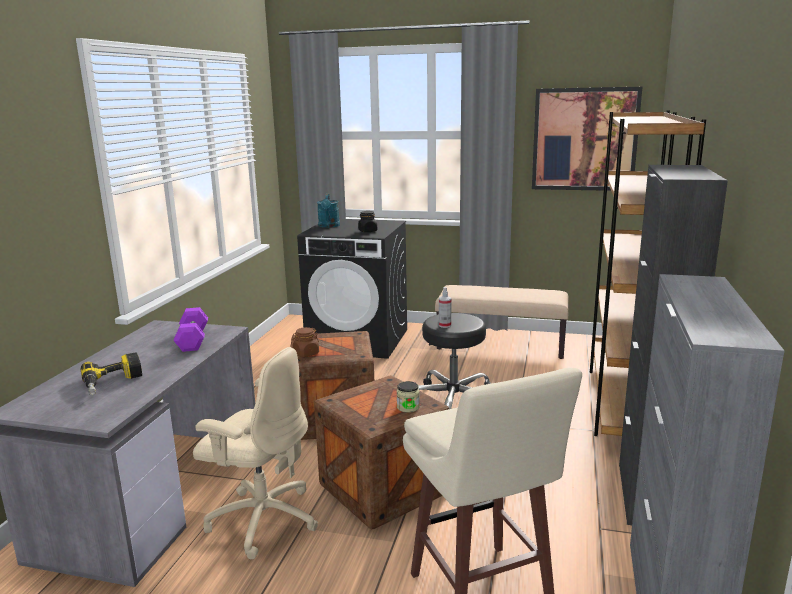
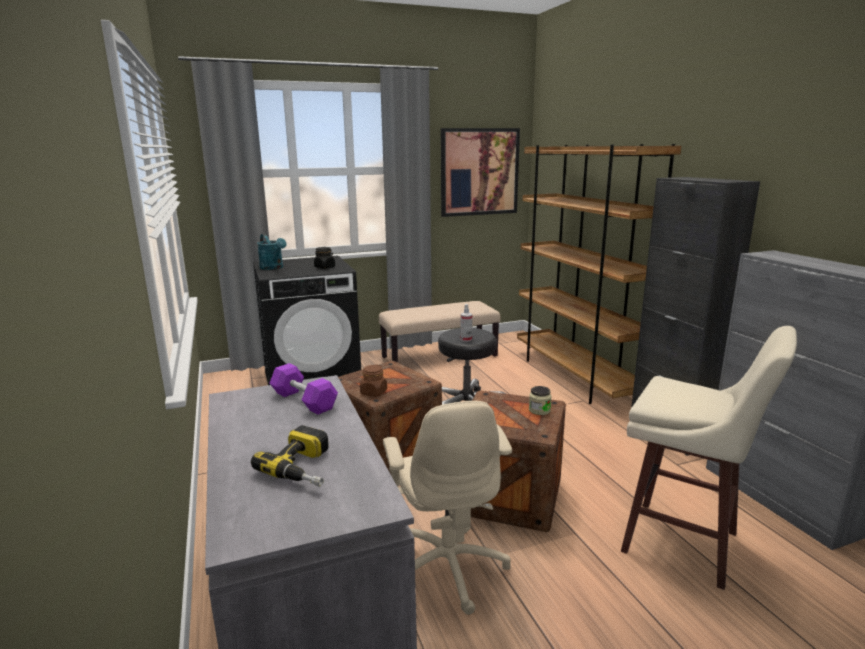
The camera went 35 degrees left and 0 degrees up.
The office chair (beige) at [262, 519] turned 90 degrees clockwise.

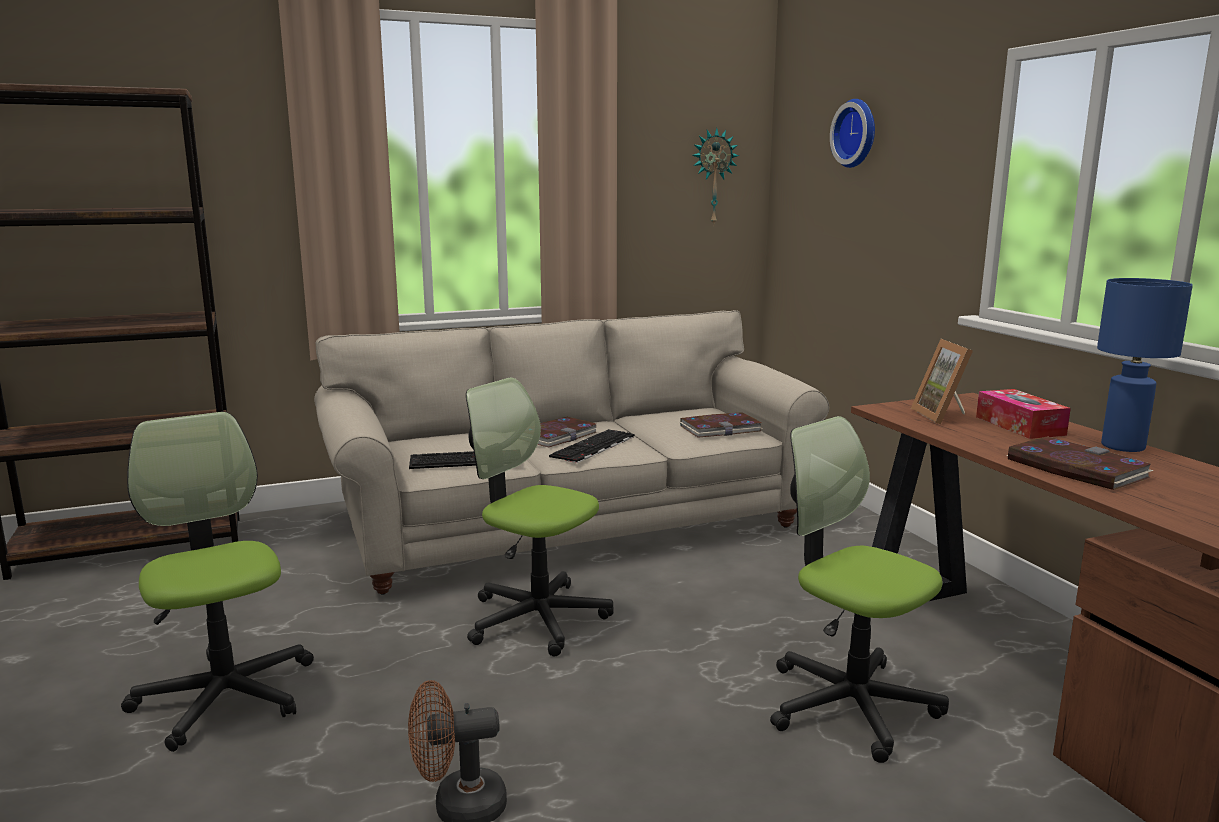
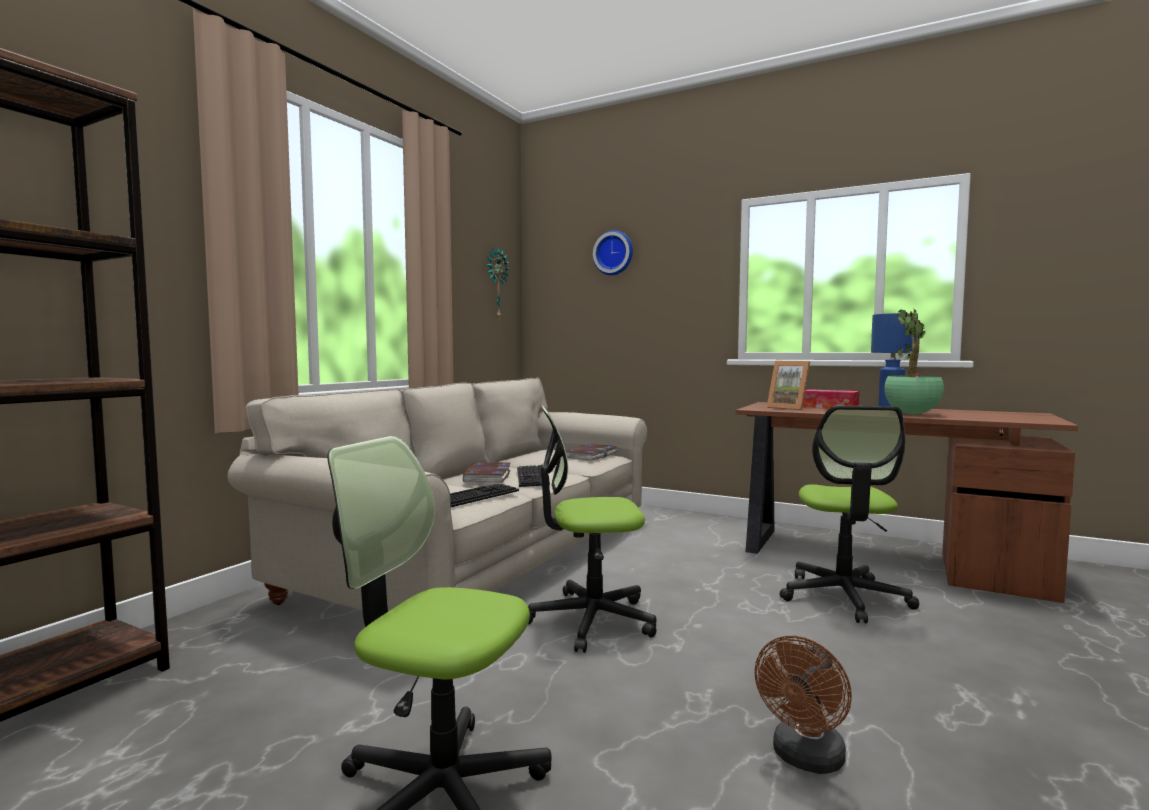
The camera went 40 degrees left and 10 degrees down.
The book at [1075, 469] was replaced by the potted plant at [912, 414].
The office chair at [850, 705] turned 90 degrees counterclockwise.

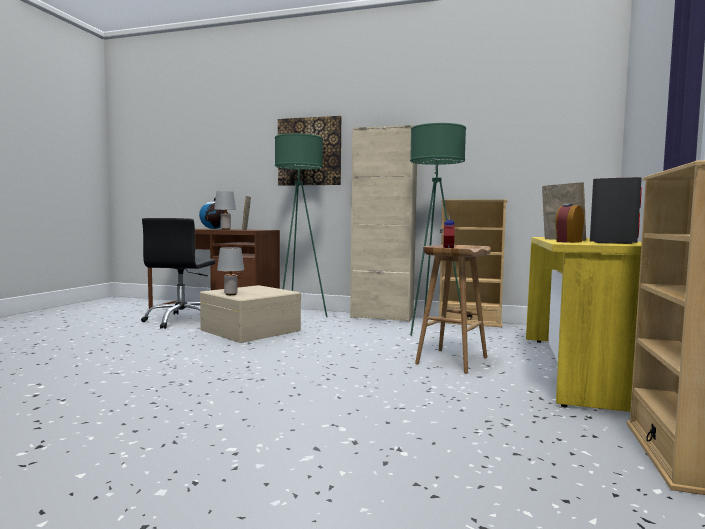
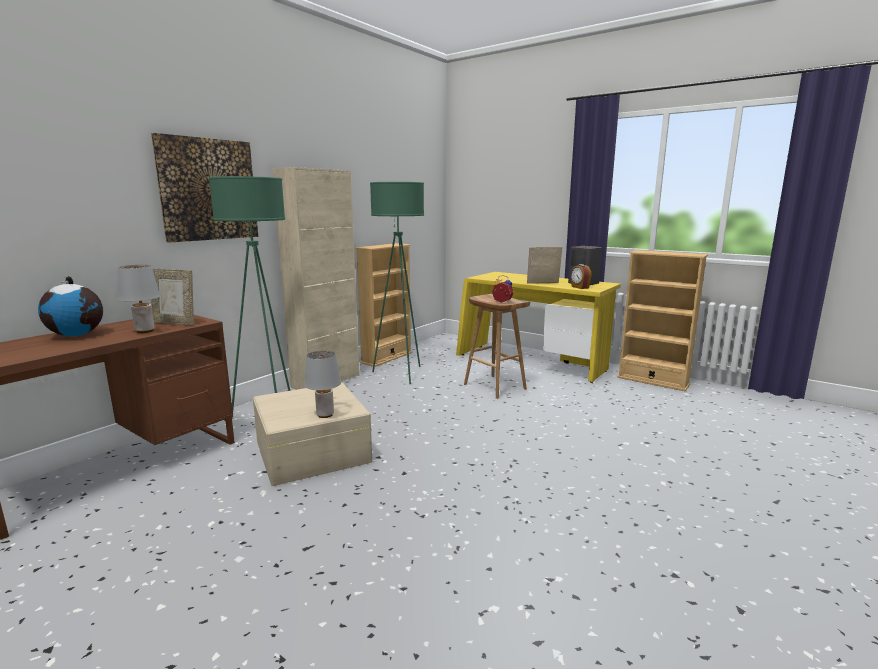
The camera went 70 degrees left and 10 degrees up.
The office chair (black) at [181, 321] disappeared.

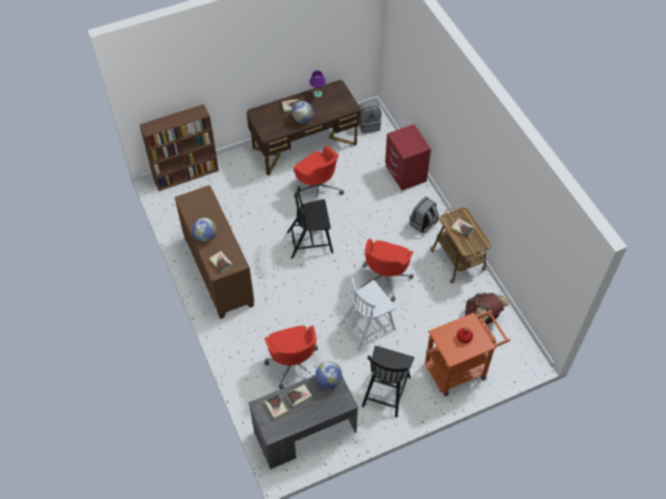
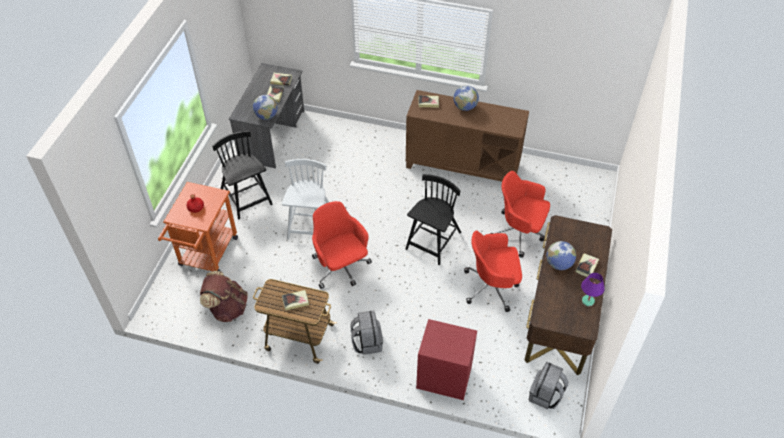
The camera went 130 degrees right and 5 degrees down.
The bookcase (brown) at [186, 174] disappeared.
The office chair (red) moved from [293, 364] to [519, 233].

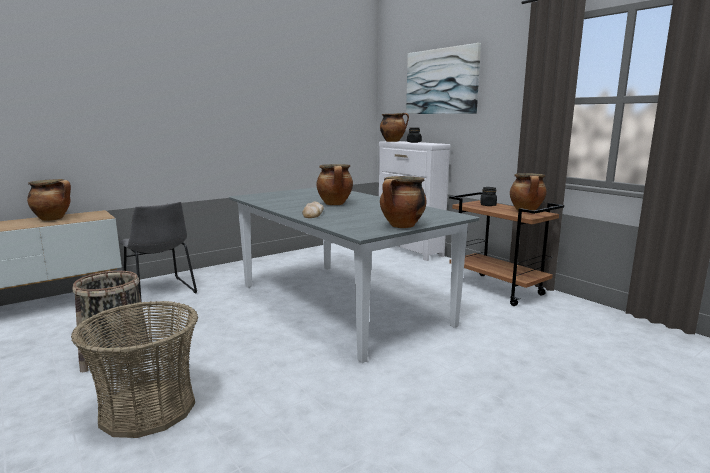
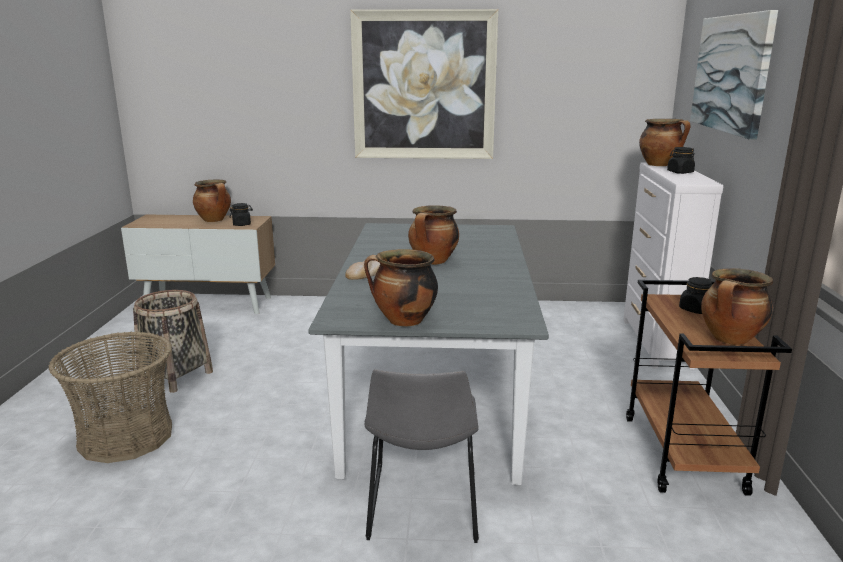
The camera went 40 degrees right and 5 degrees up.
The jar (black) at [242, 224] appeared.
The picture at [424, 86] appeared.
The chair (grey) moved from [160, 292] to [423, 507].

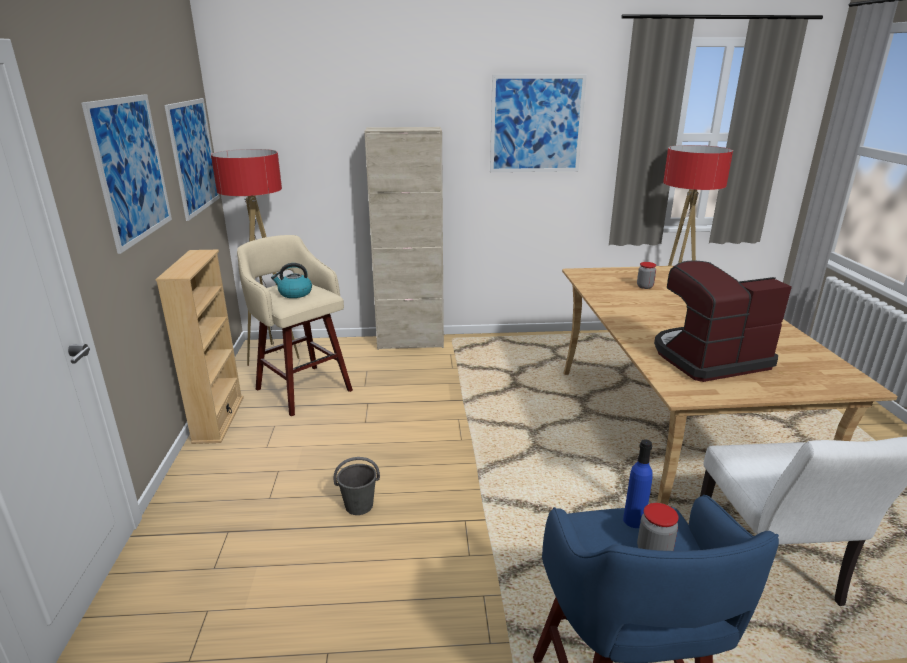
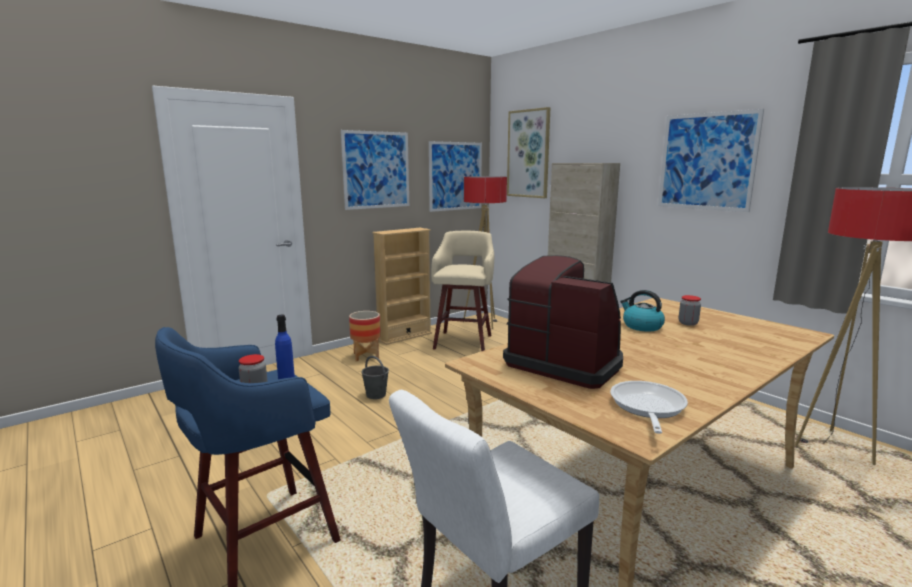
The camera went 55 degrees right and 10 degrees down.
The planter at [366, 356] appeared.
The picture at [528, 154] appeared.
The frying pan at [647, 407] appeared.
The kettle moved from [294, 293] to [641, 326].

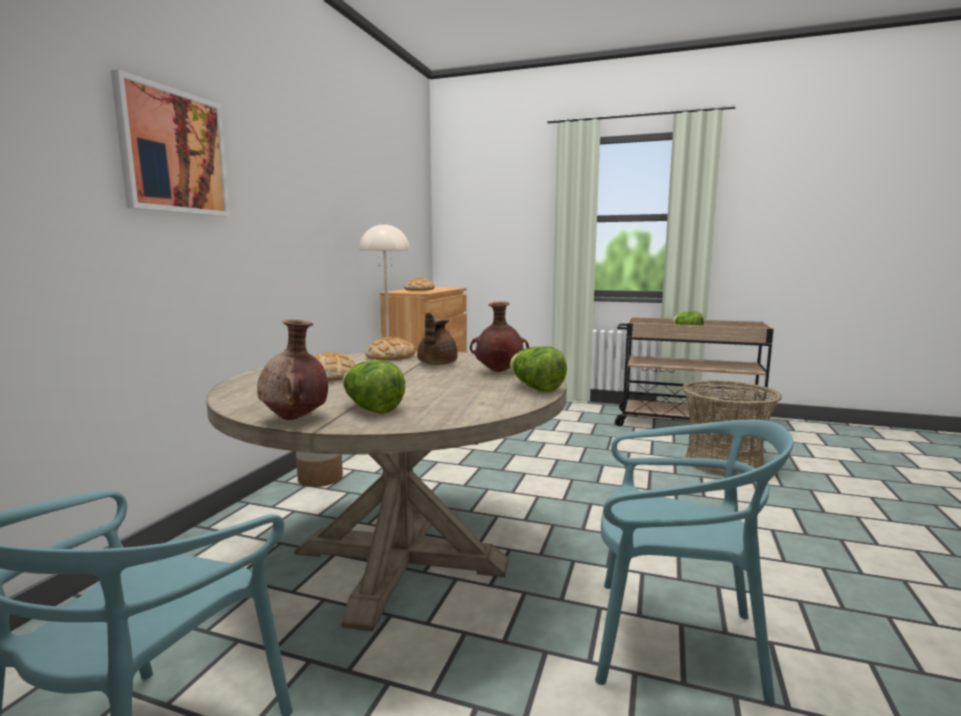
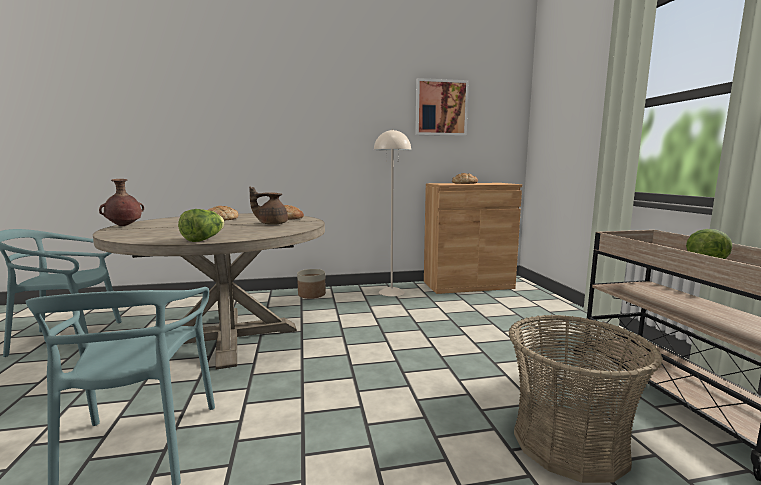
The camera went 60 degrees right and 0 degrees up.
The lettuce at [372, 409] disappeared.
The vase (brown) at [498, 372] disappeared.
The picture moved from [174, 152] to [441, 108].

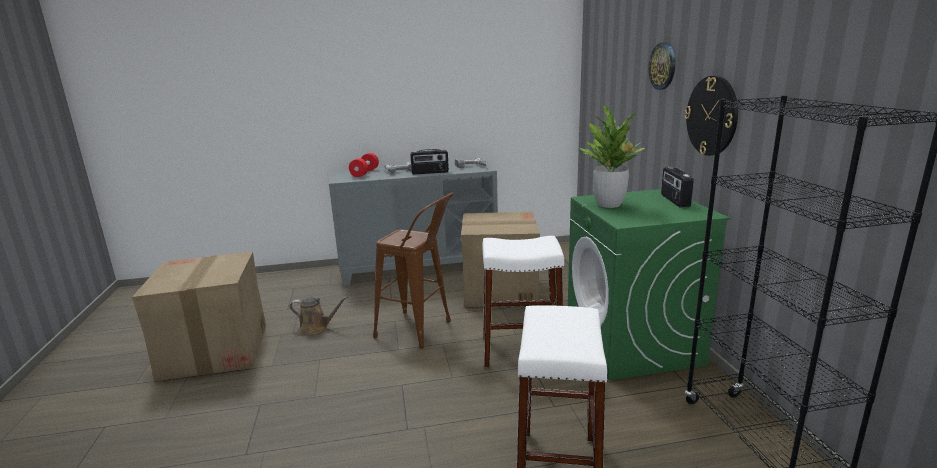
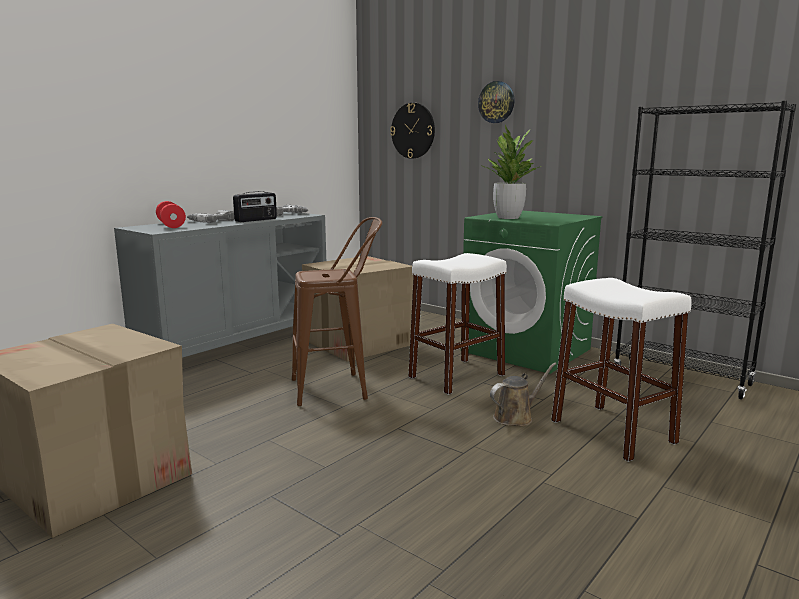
The camera went 40 degrees left and 5 degrees down.
The radio at [674, 201] disappeared.
The watering can (brown) moved from [316, 327] to [516, 417].
The wall clock moved from [712, 116] to [413, 130].

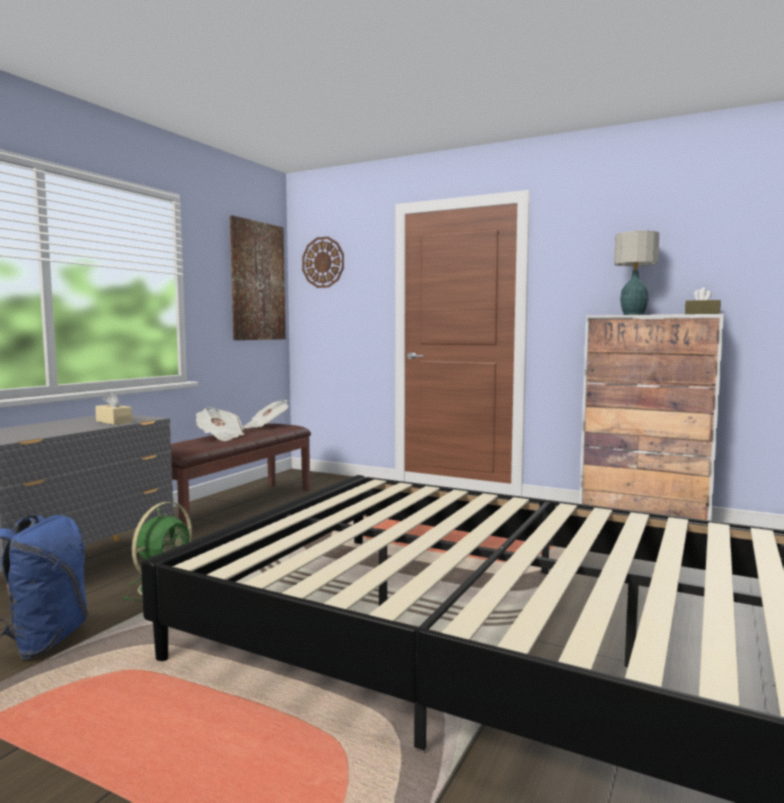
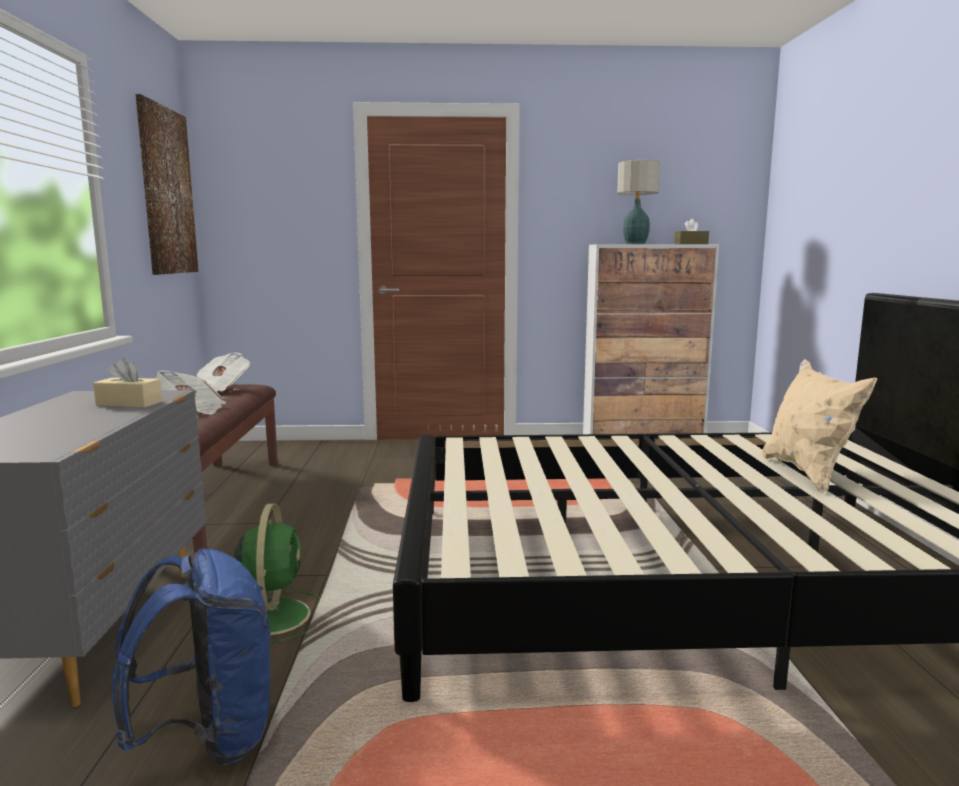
The camera went 30 degrees left and 5 degrees up.
The wall clock at [323, 262] disappeared.
The pillow (beige) at [807, 474] appeared.

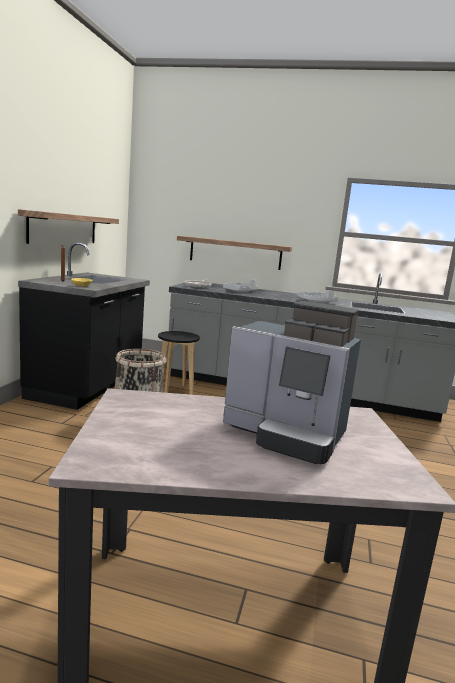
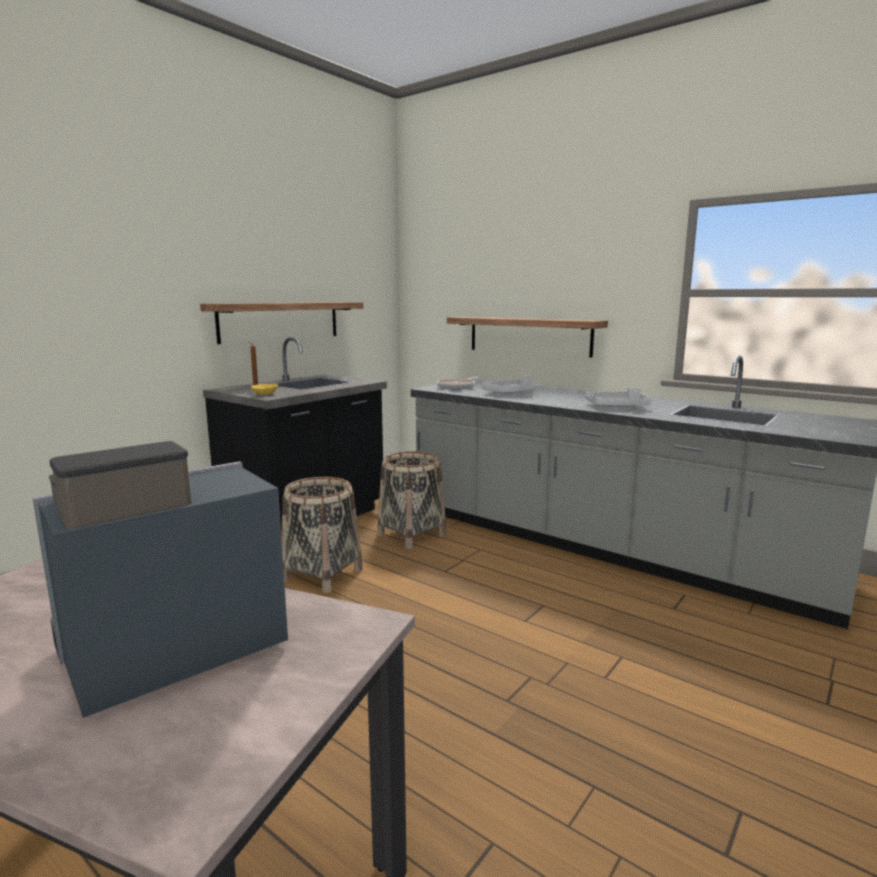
The camera went 25 degrees right and 0 degrees up.
The stool (black) at [175, 391] was replaced by the basket at [412, 535].
The coffee machine at [287, 435] turned 90 degrees clockwise.

